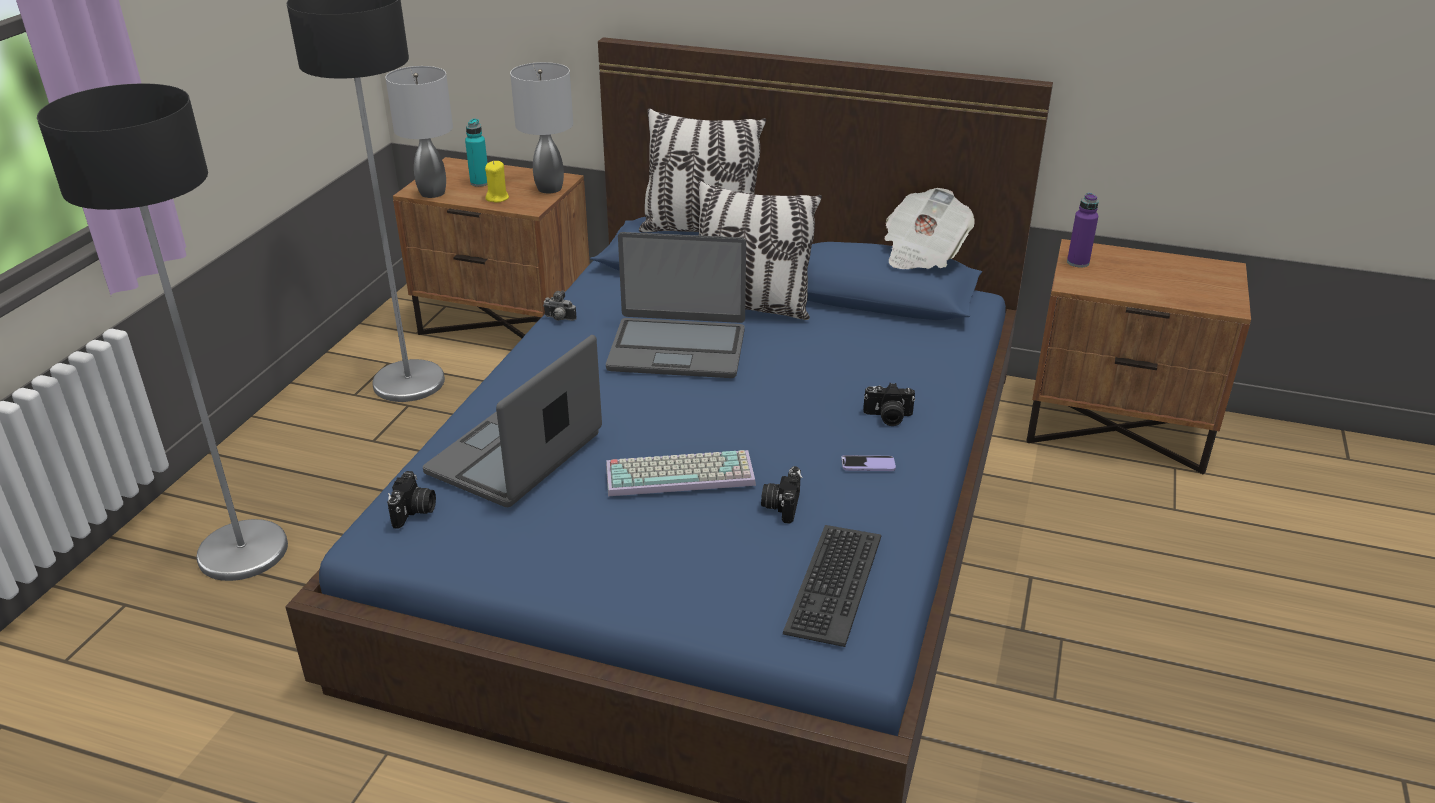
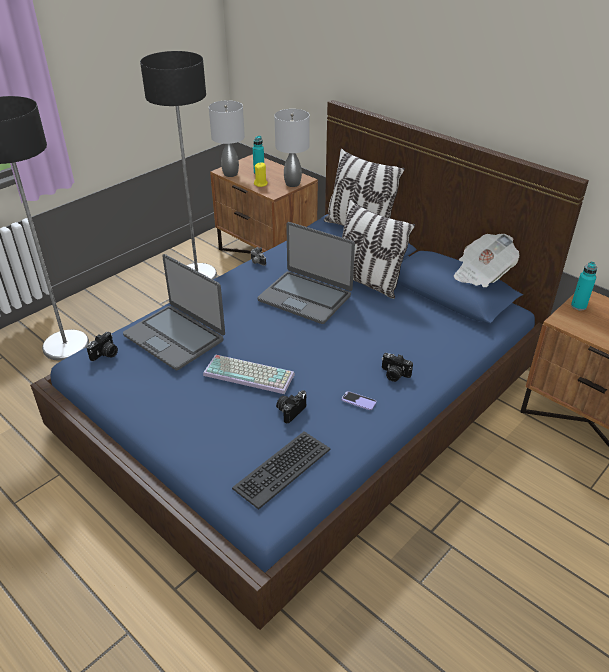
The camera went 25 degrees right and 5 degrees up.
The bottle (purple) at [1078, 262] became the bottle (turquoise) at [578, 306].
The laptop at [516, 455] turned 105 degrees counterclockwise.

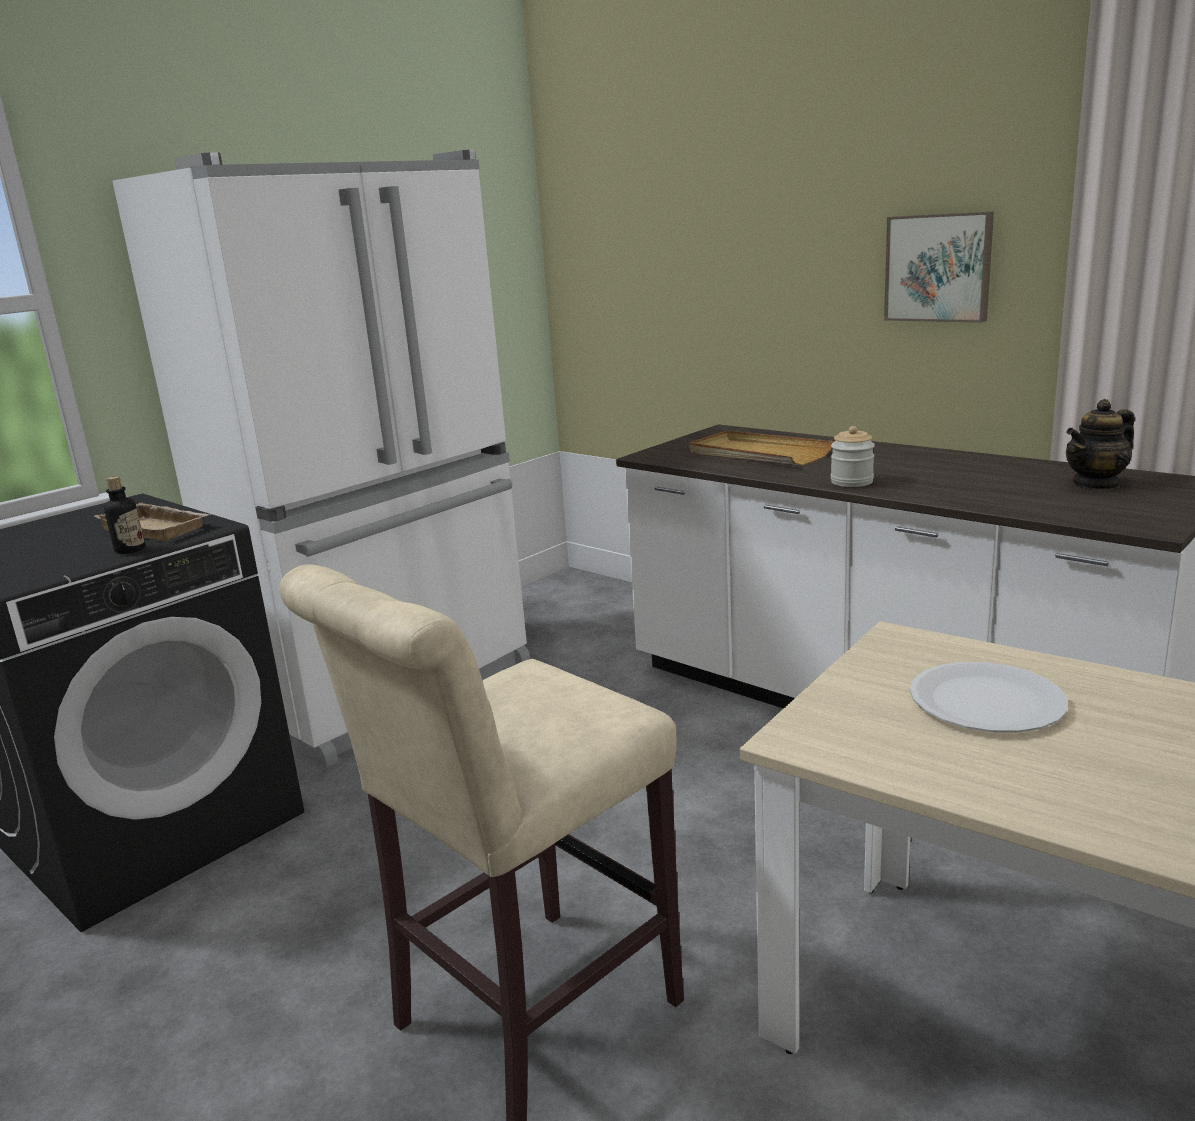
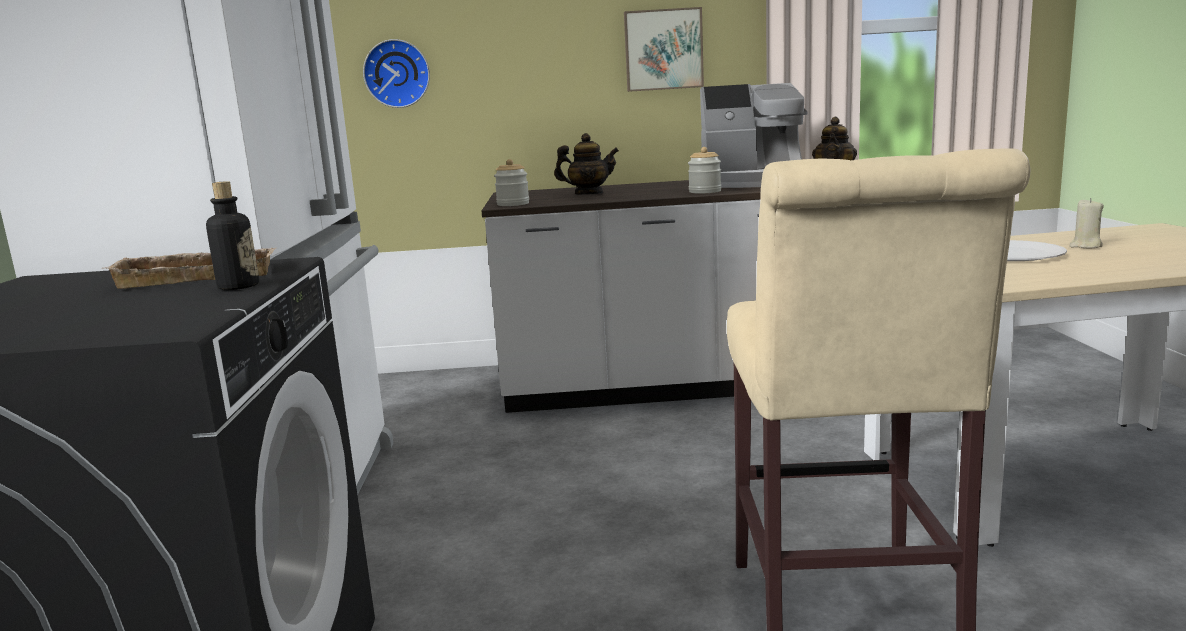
The camera went 45 degrees left and 5 degrees down.
The wall clock at [397, 74] appeared.
The jar at [513, 204] appeared.
The coffee machine at [752, 182] appeared.
The candle (beige) at [1085, 246] appeared.
The tray (beige) at [758, 453] was replaced by the teapot at [588, 194].

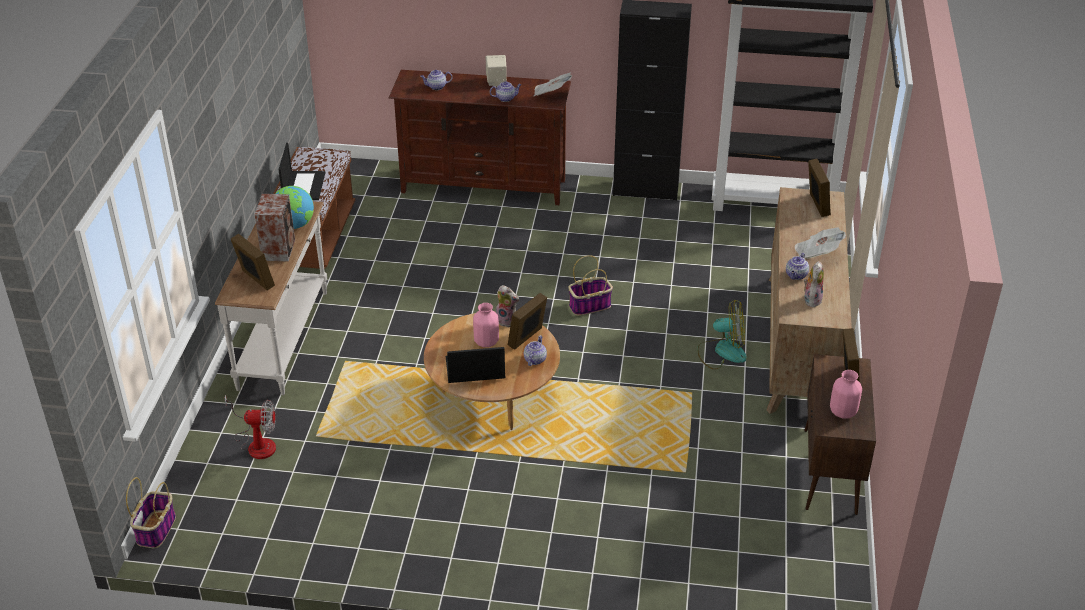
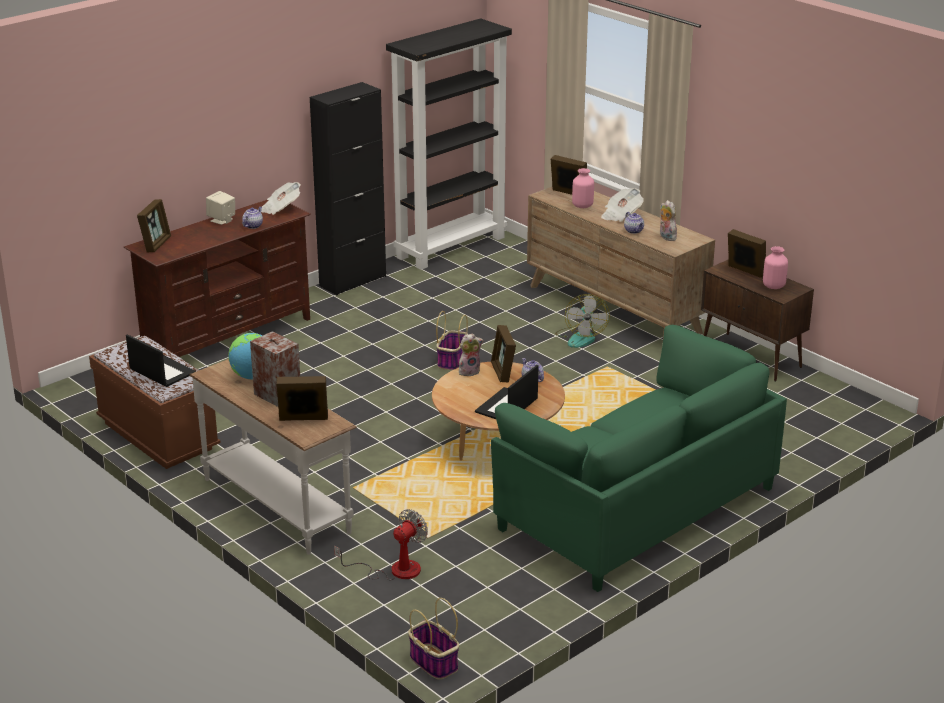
The camera went 50 degrees left and 10 degrees down.
The teapot at [436, 87] disappeared.
The picture frame at [156, 244] appeared.
The sofa (green) at [636, 508] appeared.
The vase (pink) moved from [486, 342] to [582, 206].
The fan at [722, 352] turned 135 degrees clockwise.

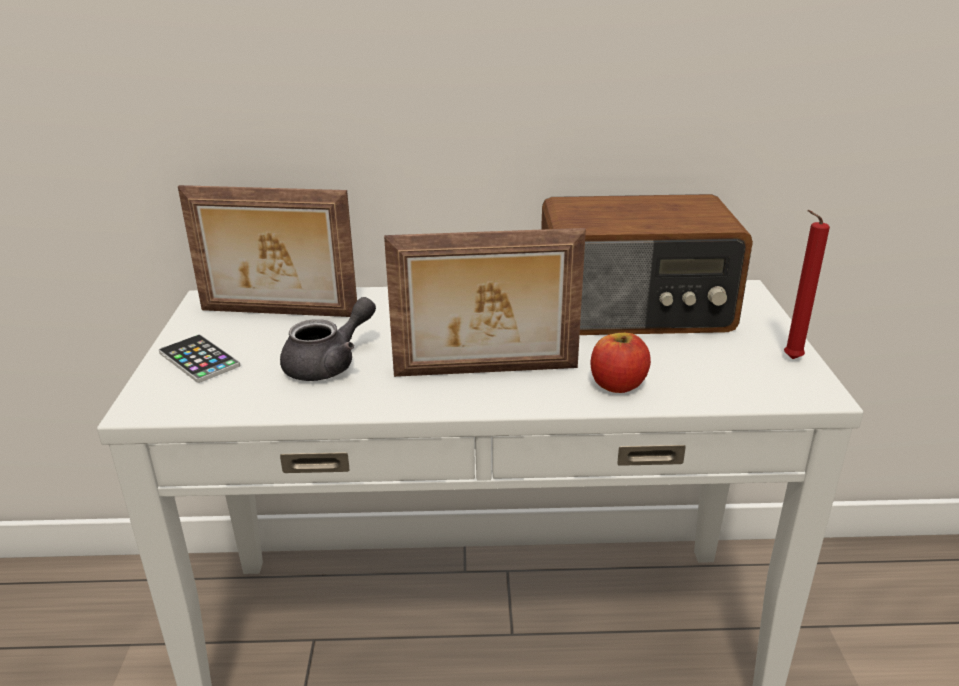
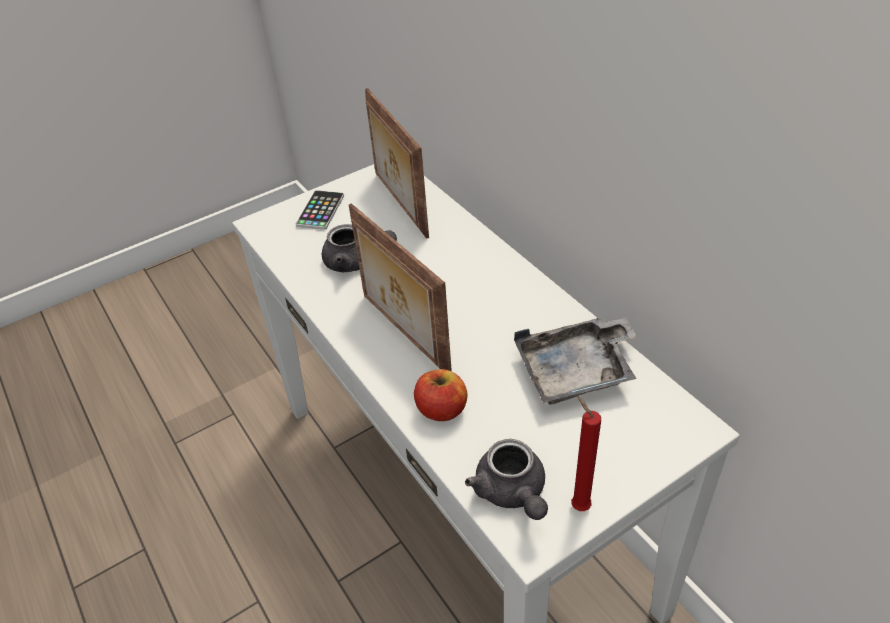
The camera went 60 degrees right and 15 degrees up.
The teapot (grey) at [512, 493] appeared.
The radio at [635, 310] was replaced by the tray (grey) at [576, 371].

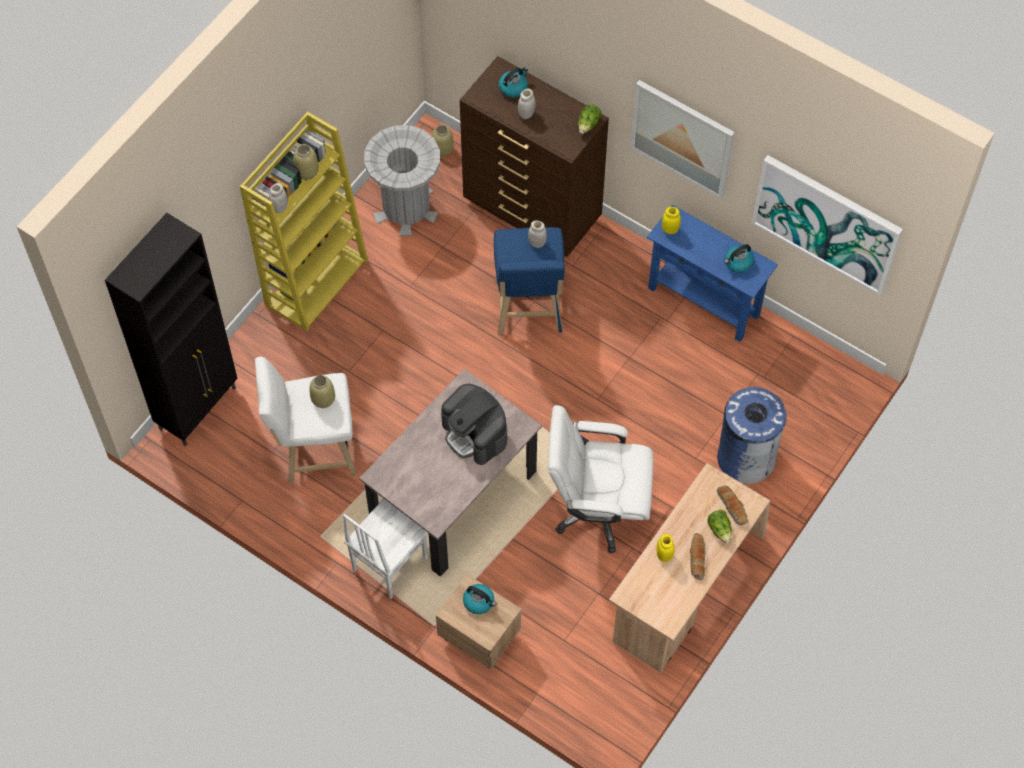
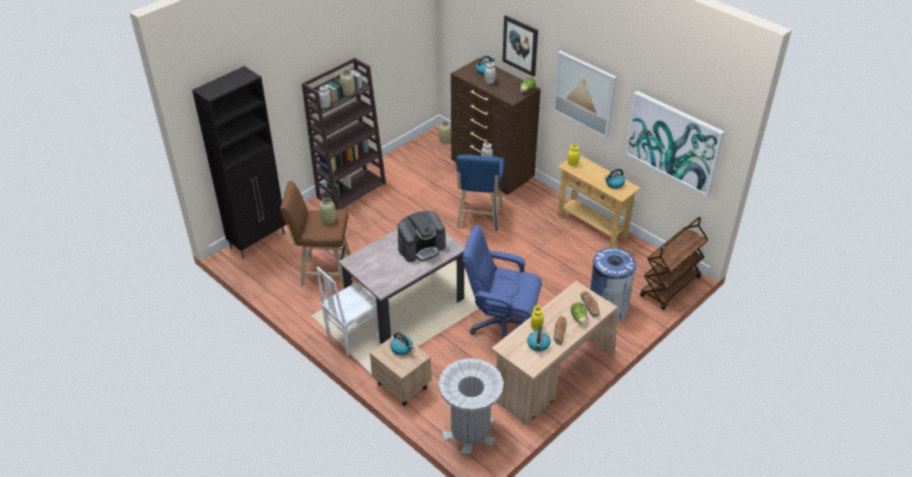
The camera went 10 degrees right and 20 degrees down.
The picture at [520, 45] appeared.
The kettle at [538, 345] appeared.
The cart (brown) at [670, 287] appeared.
The trash can (grey) moved from [406, 208] to [470, 431].
The bookcase (yellow) at [316, 281] became the bookcase (brown) at [351, 190].
The stool (white) at [314, 451] became the stool (brown) at [323, 270].
The office chair (white) at [598, 509] became the office chair (blue) at [501, 324].
The console table (blue) at [703, 301] became the console table (beige) at [592, 226].
The coffee machine at [475, 434] turned 90 degrees counterclockwise.

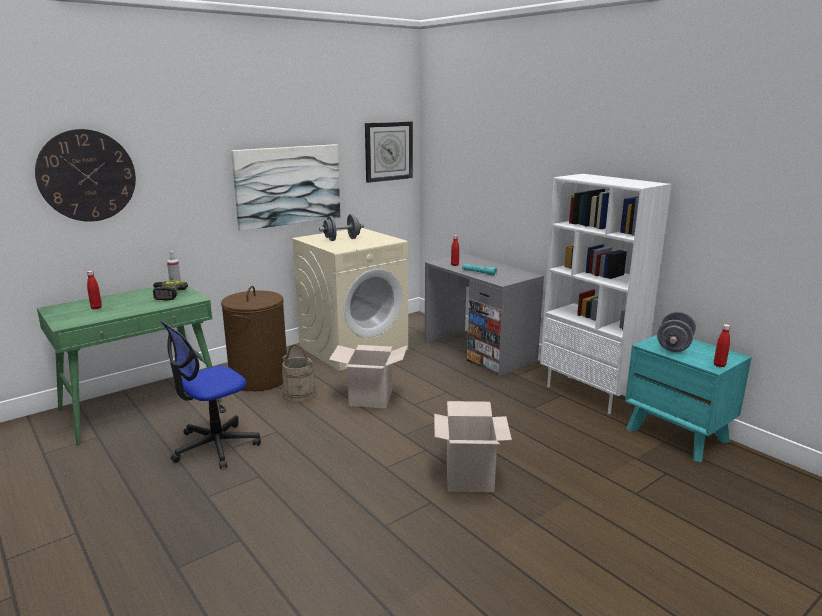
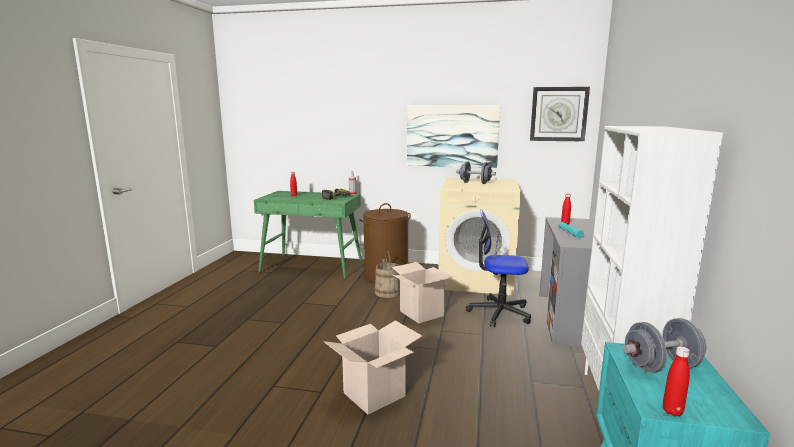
The camera went 50 degrees right and 5 degrees down.
The wall clock at [87, 176] disappeared.
The office chair moved from [215, 446] to [499, 313].

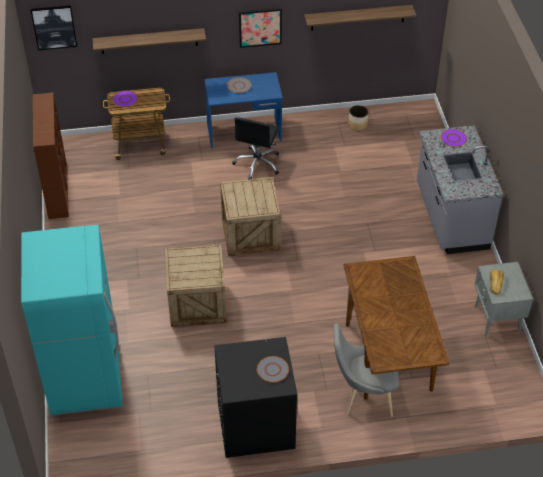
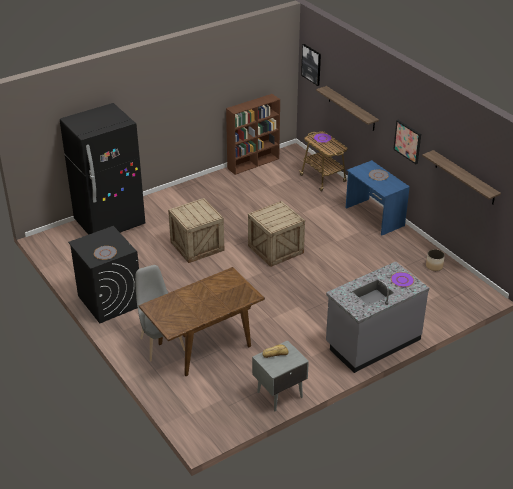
The camera went 65 degrees right and 10 degrees down.
The office chair (black) at [257, 164] disappeared.
The fridge (turquoise) at [85, 378] became the fridge (black) at [110, 223].

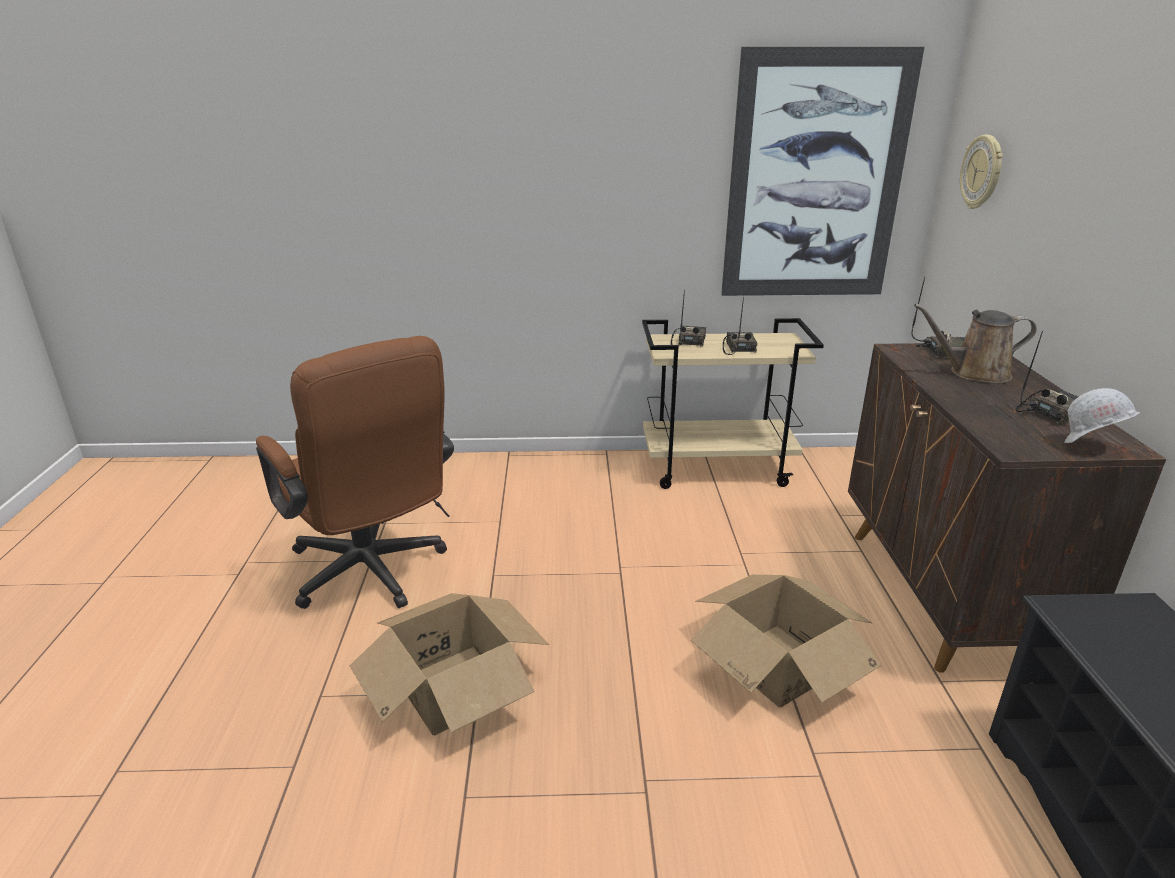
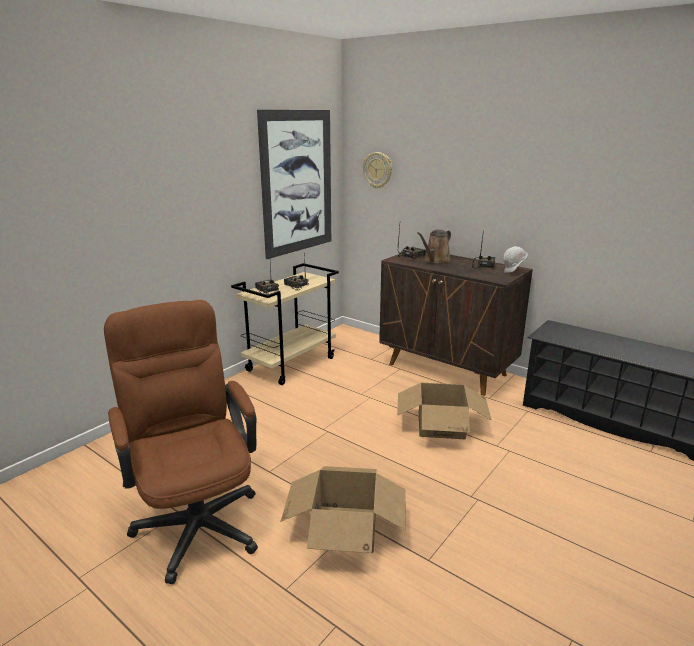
The camera went 50 degrees left and 5 degrees down.
The office chair (brown) at [373, 574] turned 120 degrees counterclockwise.

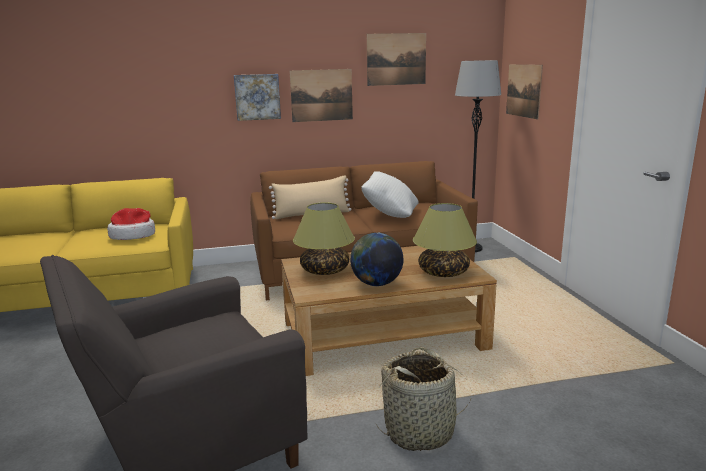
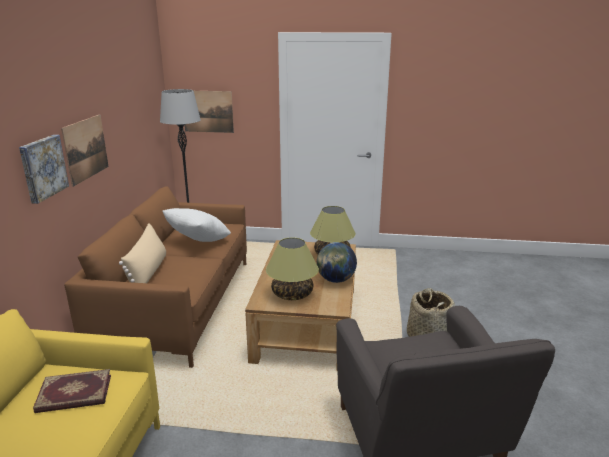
The camera went 70 degrees left and 5 degrees up.
The picture at [396, 59] disappeared.
The hat at [133, 235] was replaced by the book at [74, 394].

